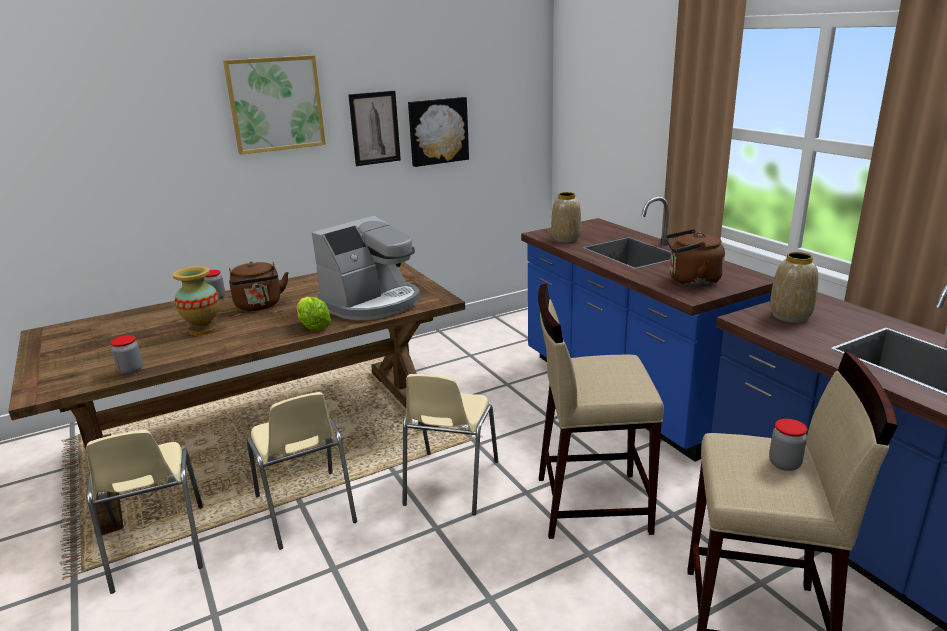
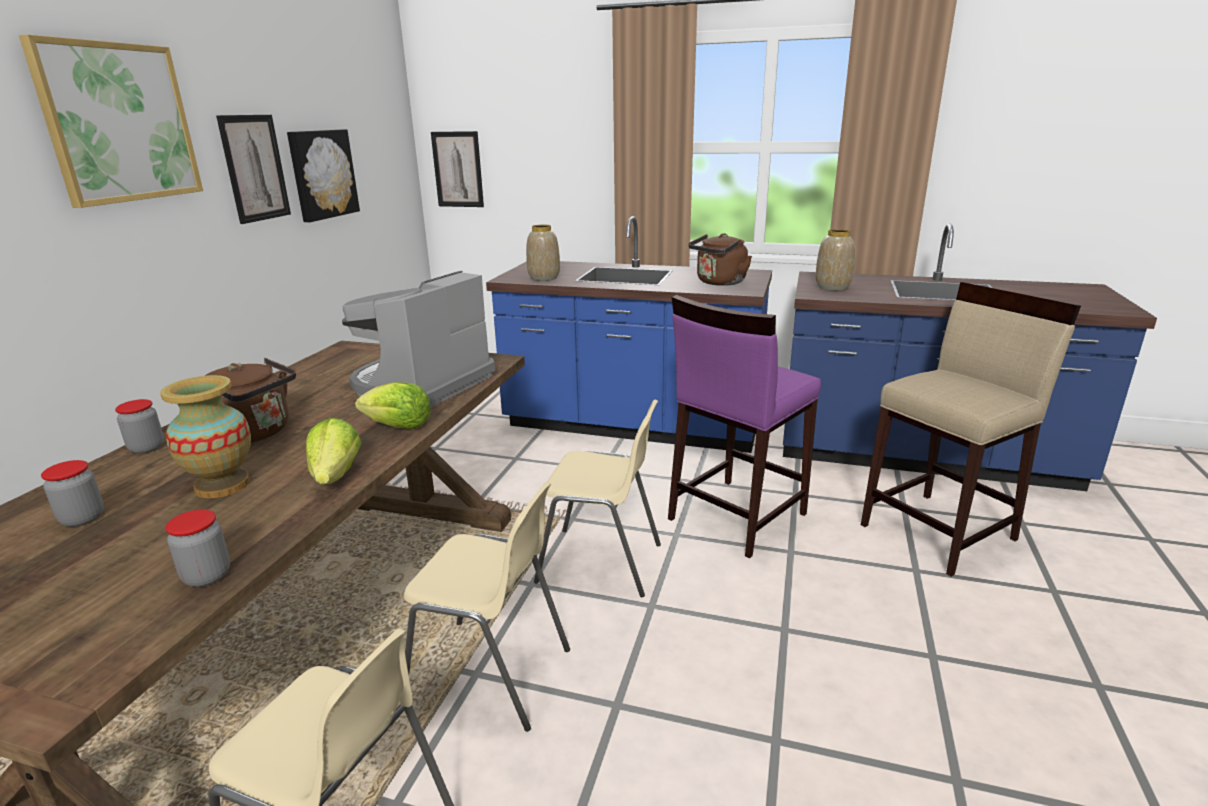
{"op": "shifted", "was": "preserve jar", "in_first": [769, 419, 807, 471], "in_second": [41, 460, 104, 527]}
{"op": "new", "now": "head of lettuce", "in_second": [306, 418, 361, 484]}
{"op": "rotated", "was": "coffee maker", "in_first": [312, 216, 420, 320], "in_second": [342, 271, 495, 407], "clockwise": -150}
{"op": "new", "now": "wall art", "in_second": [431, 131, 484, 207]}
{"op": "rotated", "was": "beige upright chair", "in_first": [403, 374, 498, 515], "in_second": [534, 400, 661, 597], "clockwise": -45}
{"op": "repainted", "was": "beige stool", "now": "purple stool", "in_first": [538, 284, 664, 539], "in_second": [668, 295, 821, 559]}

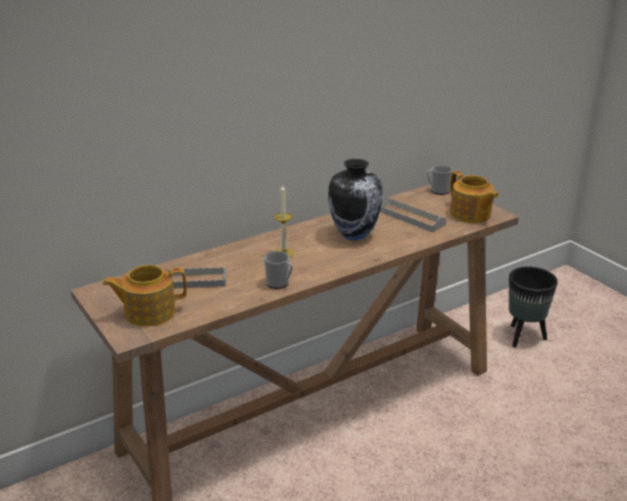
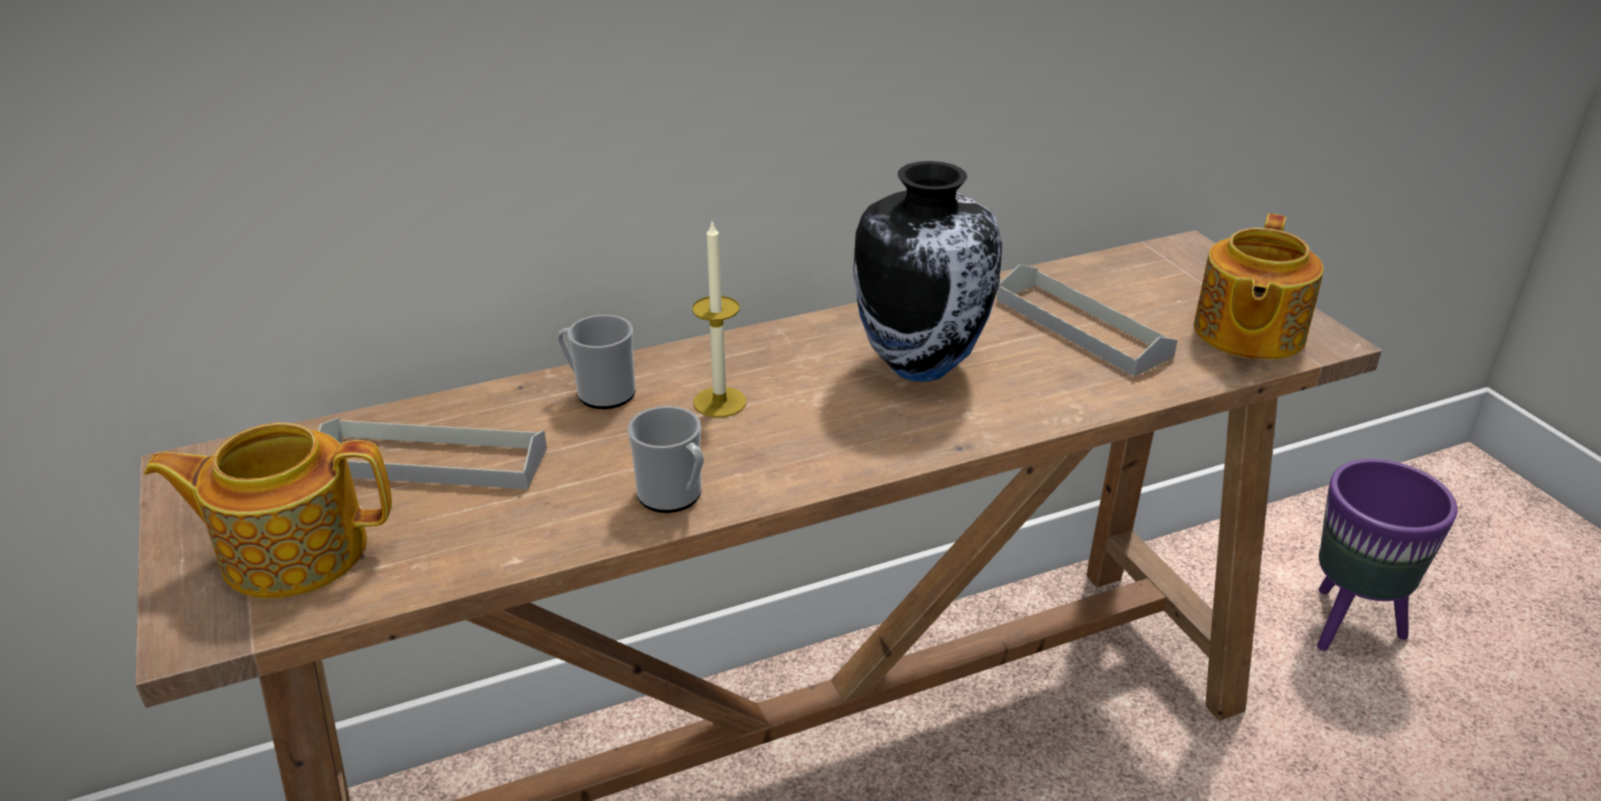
{"op": "shifted", "was": "coffee mug", "in_first": [427, 165, 453, 195], "in_second": [557, 315, 635, 409]}
{"op": "rotated", "was": "pot for tea", "in_first": [450, 171, 499, 223], "in_second": [1194, 214, 1324, 360], "clockwise": 45}
{"op": "repainted", "was": "blackish planter", "now": "purple planter", "in_first": [509, 267, 558, 347], "in_second": [1317, 459, 1458, 651]}

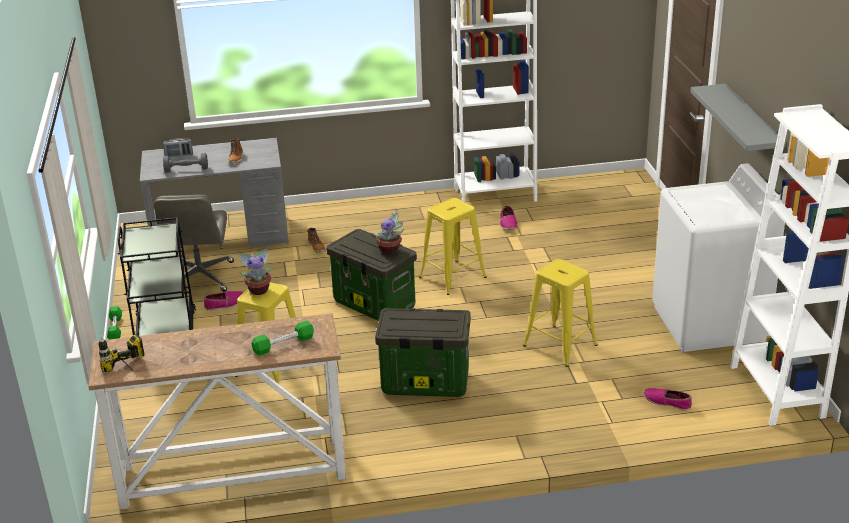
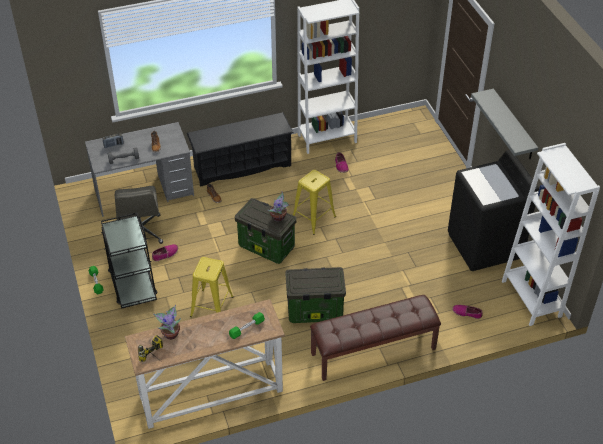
{"op": "shifted", "was": "plant in a pot", "in_first": [236, 246, 273, 295], "in_second": [154, 305, 181, 340]}
{"op": "new", "now": "blackish shoe shelf", "in_second": [187, 112, 293, 187]}
{"op": "new", "now": "brownish bench", "in_second": [310, 295, 441, 381]}
{"op": "repainted", "was": "white-coloured laundry machine", "now": "blackish laundry machine", "in_first": [652, 163, 785, 352], "in_second": [448, 150, 539, 271]}
{"op": "gone", "was": "yellow-coloured stool", "in_first": [523, 259, 598, 367]}

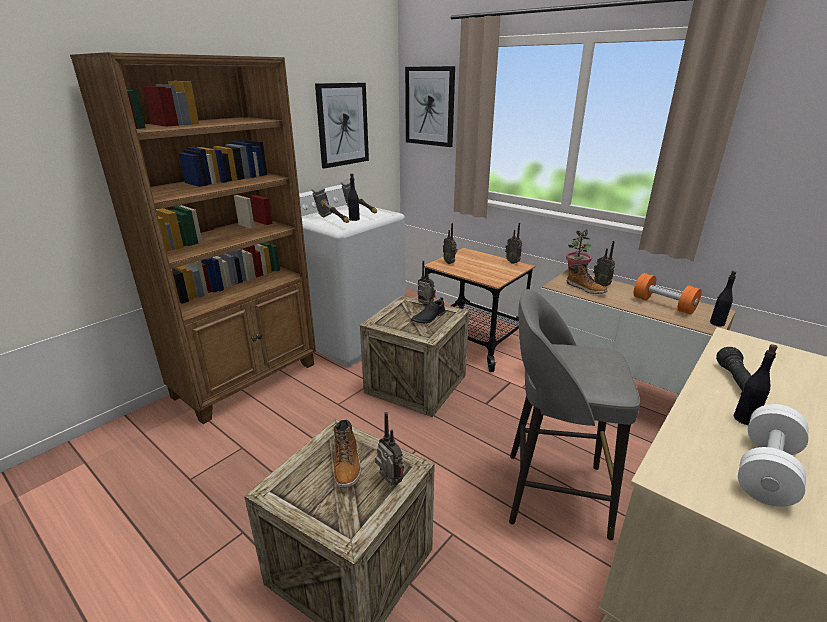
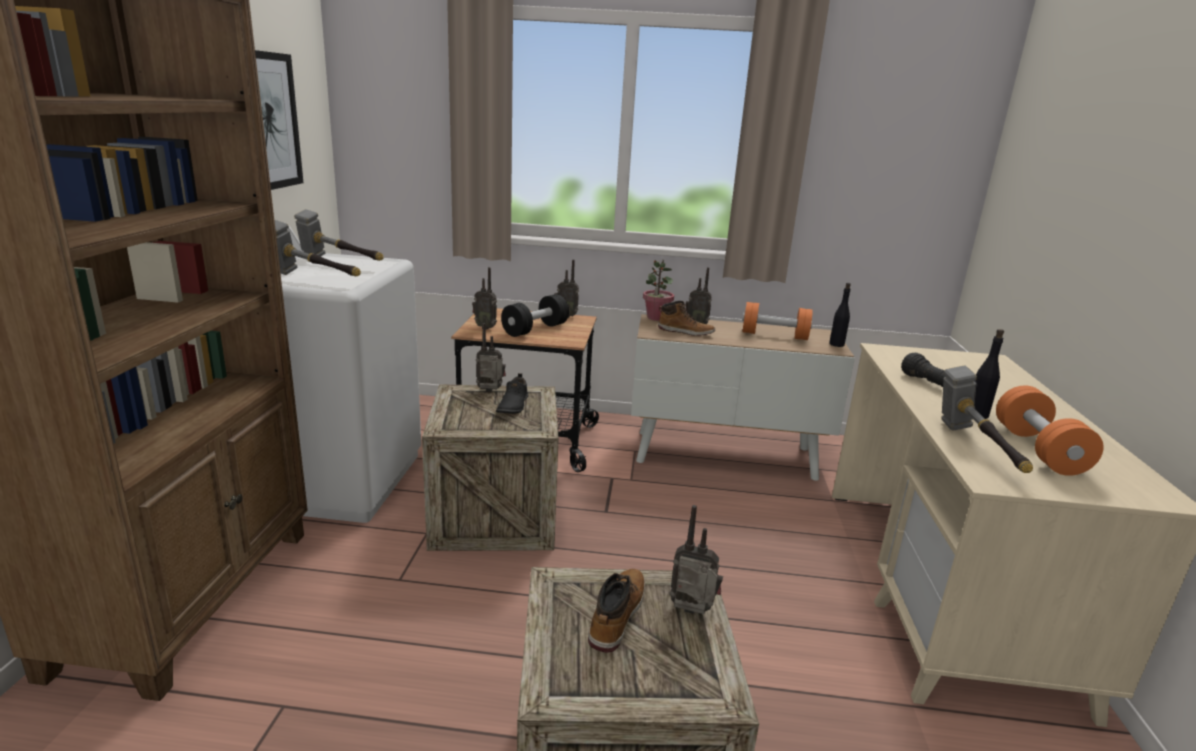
{"op": "new", "now": "blackish hand weight", "in_second": [501, 294, 569, 337]}
{"op": "rotated", "was": "boot", "in_first": [334, 419, 361, 488], "in_second": [588, 569, 645, 653], "clockwise": -120}
{"op": "new", "now": "tool hammer", "in_second": [941, 365, 1033, 473]}
{"op": "repainted", "was": "white-coloured hand weight", "now": "orangey hand weight", "in_first": [738, 404, 809, 507], "in_second": [996, 385, 1104, 476]}
{"op": "gone", "was": "blackish beverage bottle", "in_first": [348, 174, 360, 221]}
{"op": "gone", "was": "wall art", "in_first": [405, 66, 455, 147]}
{"op": "gone", "was": "gray stool", "in_first": [509, 289, 640, 540]}

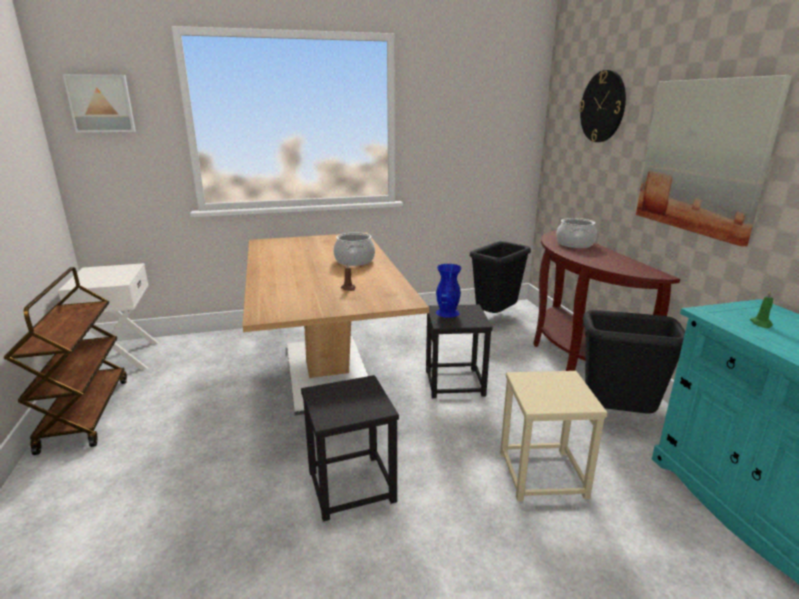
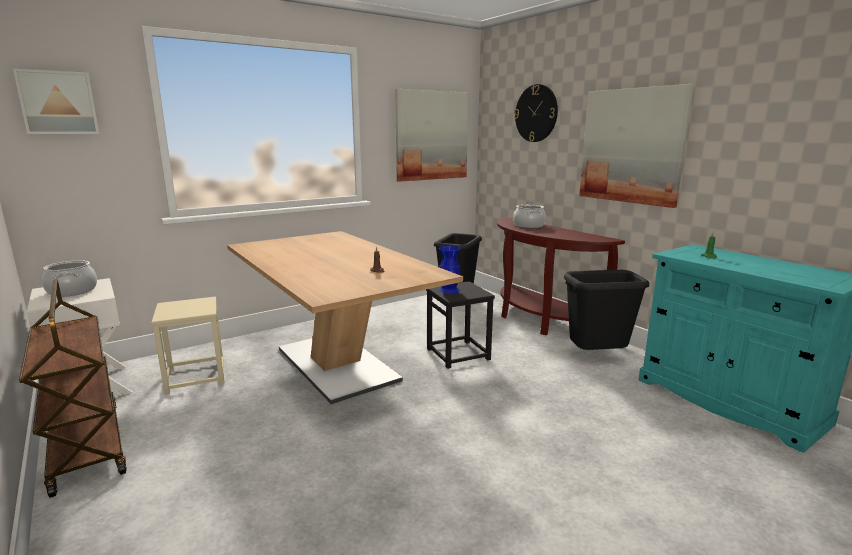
{"op": "shifted", "was": "cooking pot", "in_first": [334, 233, 375, 266], "in_second": [42, 260, 97, 297]}
{"op": "shifted", "was": "beige stool", "in_first": [500, 371, 608, 501], "in_second": [151, 297, 225, 395]}
{"op": "new", "now": "wall art", "in_second": [395, 89, 468, 182]}
{"op": "gone", "was": "blackish stool", "in_first": [301, 375, 399, 522]}

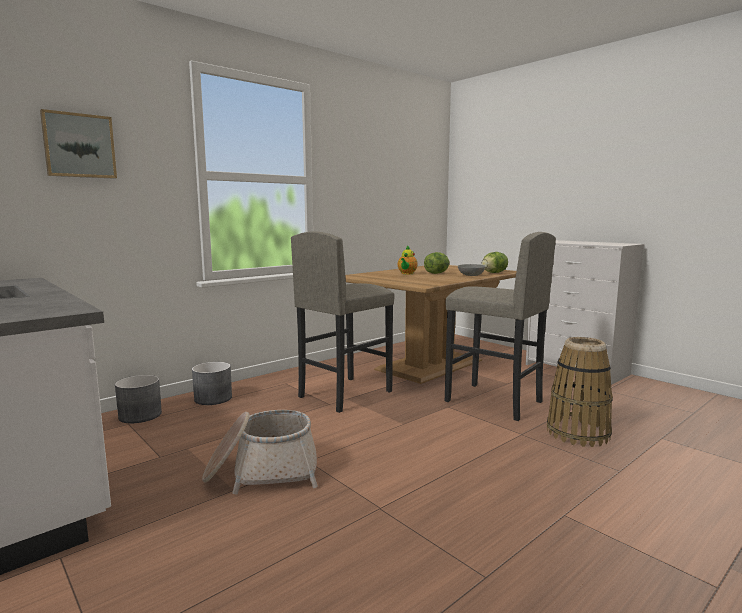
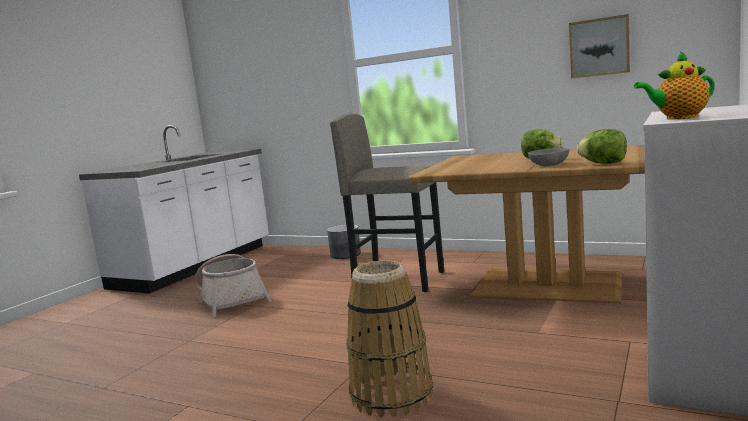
{"op": "shifted", "was": "wall art", "in_first": [40, 109, 117, 179], "in_second": [569, 14, 630, 78]}
{"op": "shifted", "was": "pot for tea", "in_first": [398, 245, 418, 274], "in_second": [634, 51, 714, 120]}
{"op": "gone", "was": "gray planter", "in_first": [115, 375, 162, 423]}
{"op": "gone", "was": "gray stool", "in_first": [445, 232, 556, 421]}

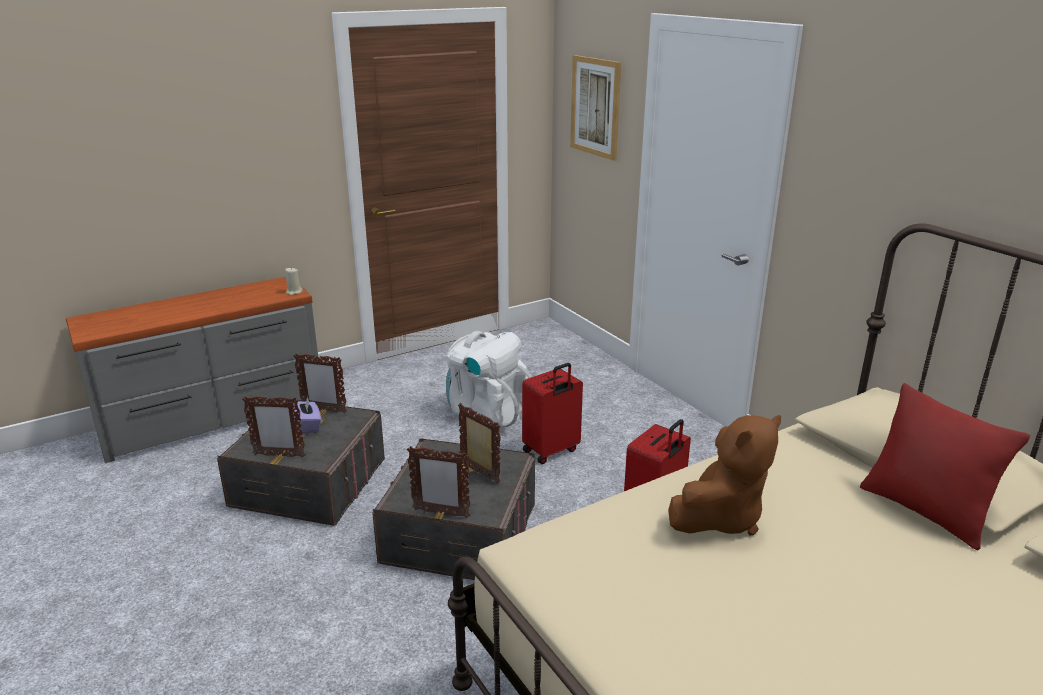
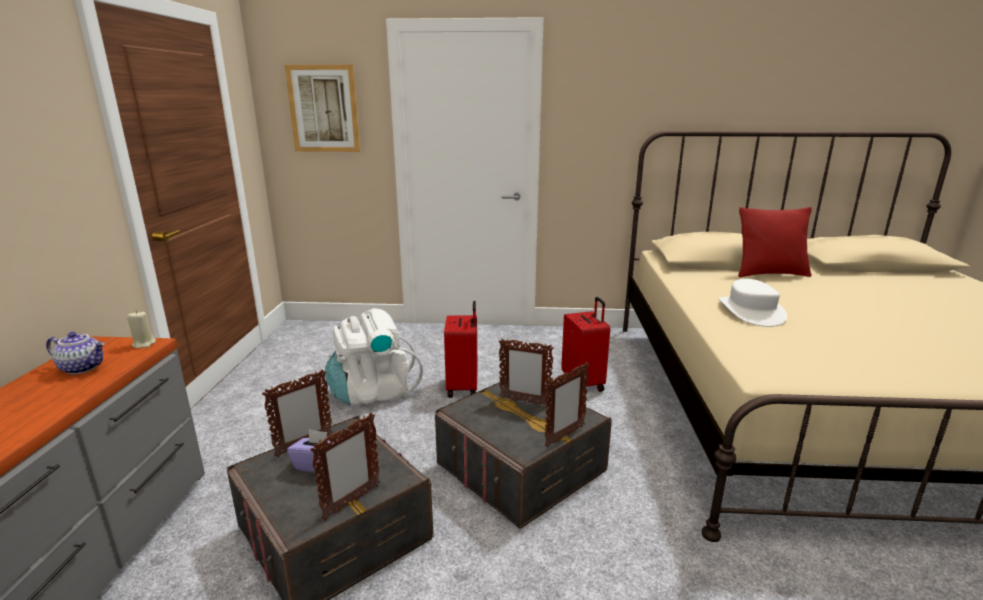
{"op": "new", "now": "pot for tea", "in_second": [46, 332, 105, 374]}
{"op": "rotated", "was": "standing frame", "in_first": [458, 403, 501, 483], "in_second": [499, 338, 554, 405], "clockwise": -150}
{"op": "swapped", "was": "brownish soft toy", "now": "white-coloured clothing hat", "in_first": [668, 415, 781, 535], "in_second": [719, 279, 787, 327]}

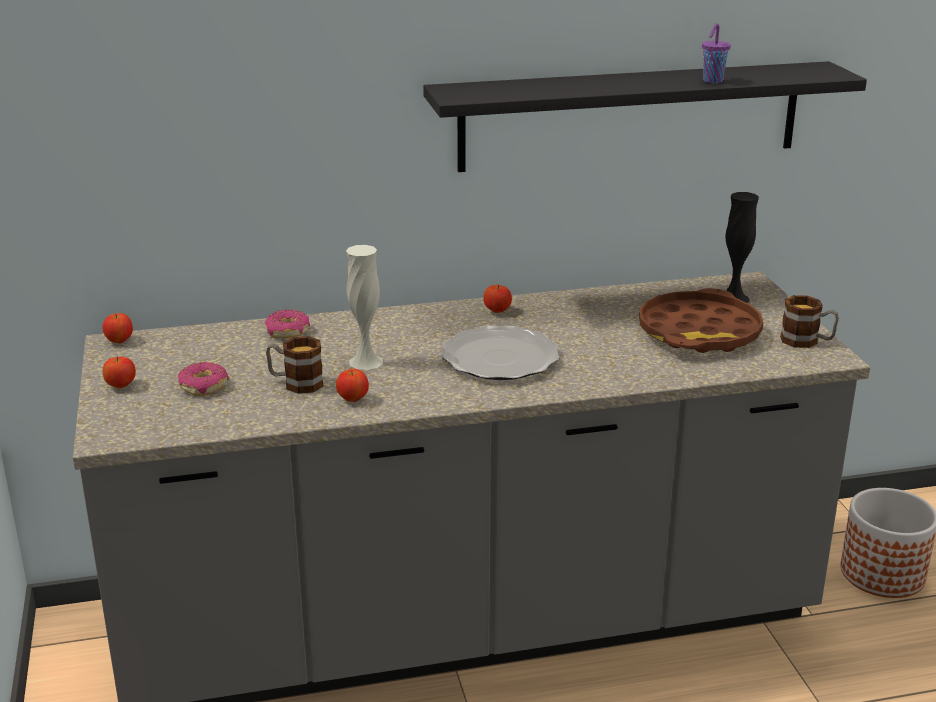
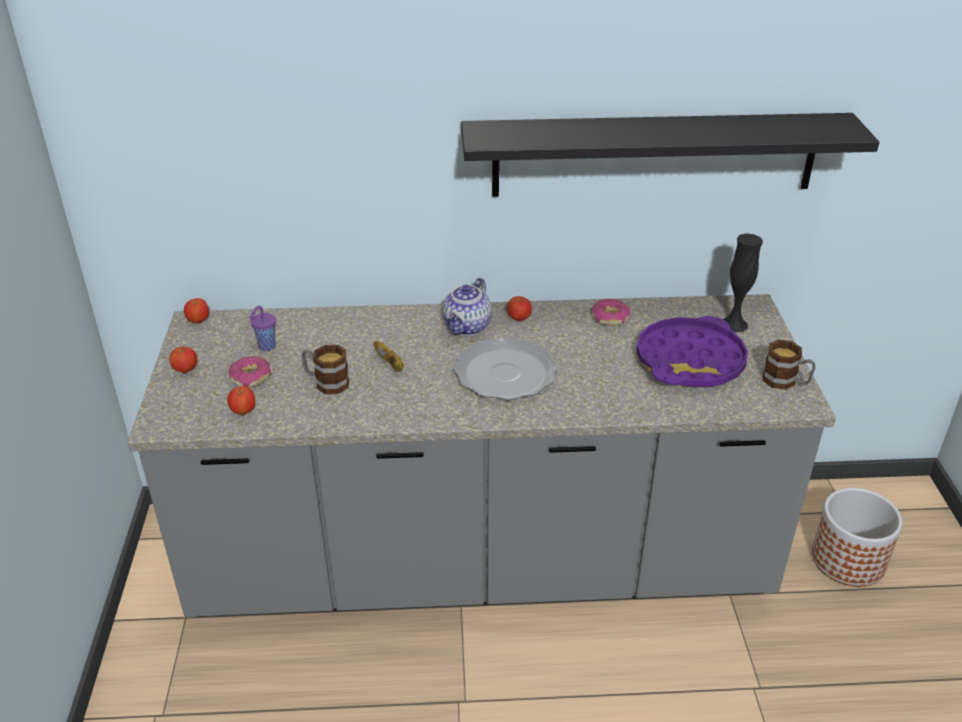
{"op": "shifted", "was": "apple", "in_first": [336, 369, 369, 402], "in_second": [227, 386, 256, 415]}
{"op": "shifted", "was": "purple cup", "in_first": [702, 23, 731, 83], "in_second": [249, 306, 276, 351]}
{"op": "swapped", "was": "white-coloured vase", "now": "banana fruit", "in_first": [346, 245, 383, 370], "in_second": [373, 341, 404, 371]}
{"op": "new", "now": "pot for tea", "in_second": [442, 278, 492, 336]}
{"op": "shifted", "was": "ring doughnut", "in_first": [265, 310, 310, 338], "in_second": [592, 299, 630, 326]}
{"op": "repainted", "was": "brownish carrying tray", "now": "purple carrying tray", "in_first": [639, 288, 763, 353], "in_second": [636, 316, 748, 387]}

